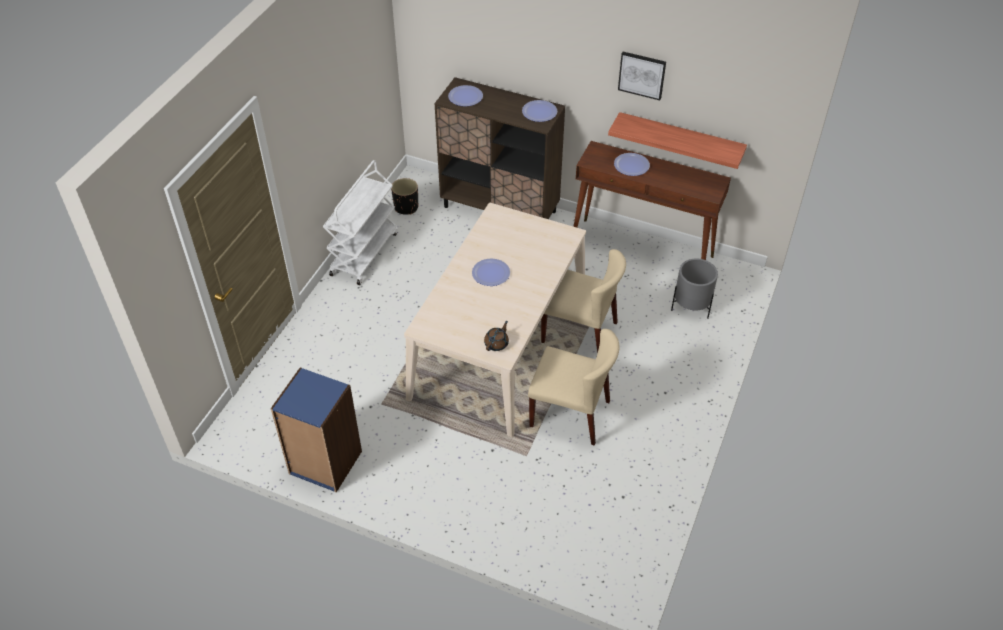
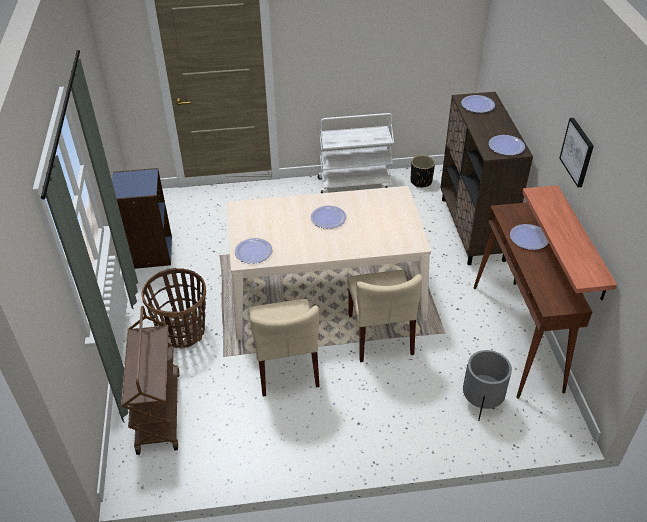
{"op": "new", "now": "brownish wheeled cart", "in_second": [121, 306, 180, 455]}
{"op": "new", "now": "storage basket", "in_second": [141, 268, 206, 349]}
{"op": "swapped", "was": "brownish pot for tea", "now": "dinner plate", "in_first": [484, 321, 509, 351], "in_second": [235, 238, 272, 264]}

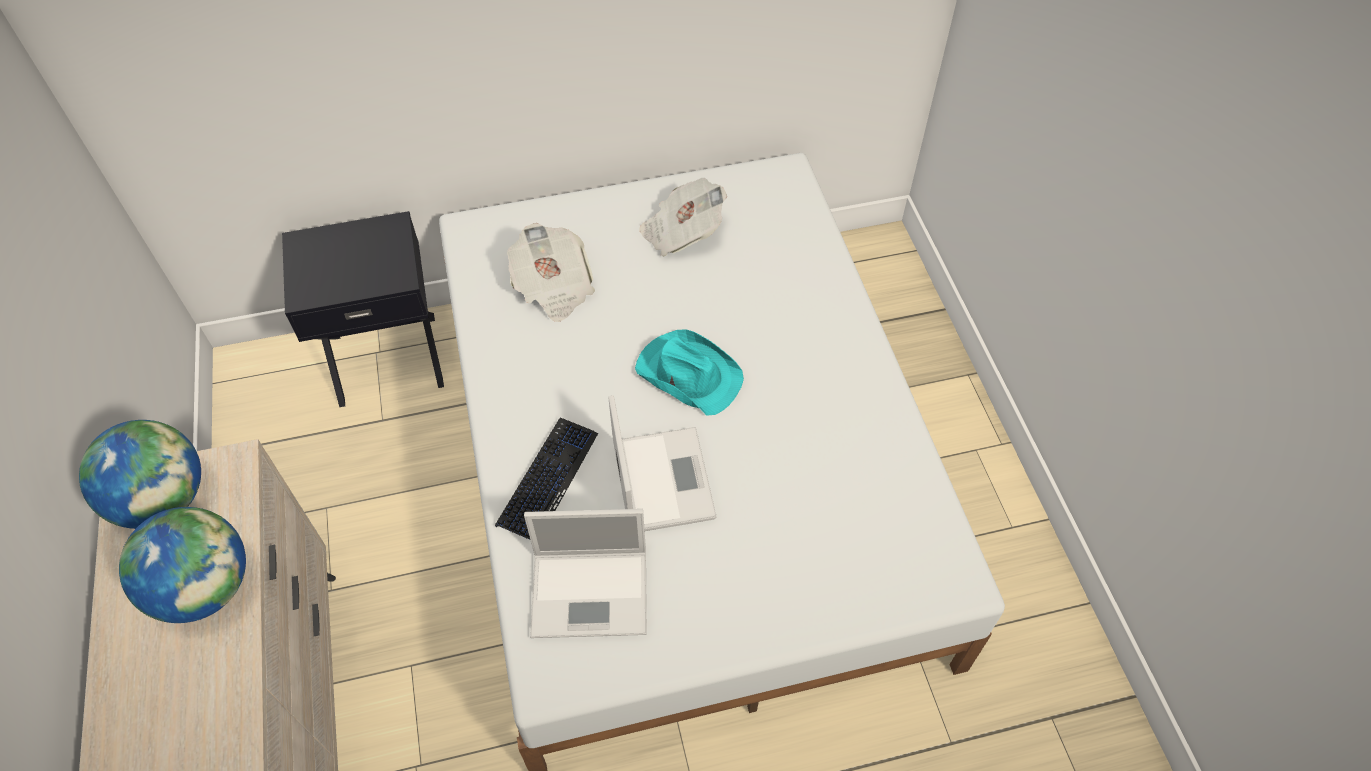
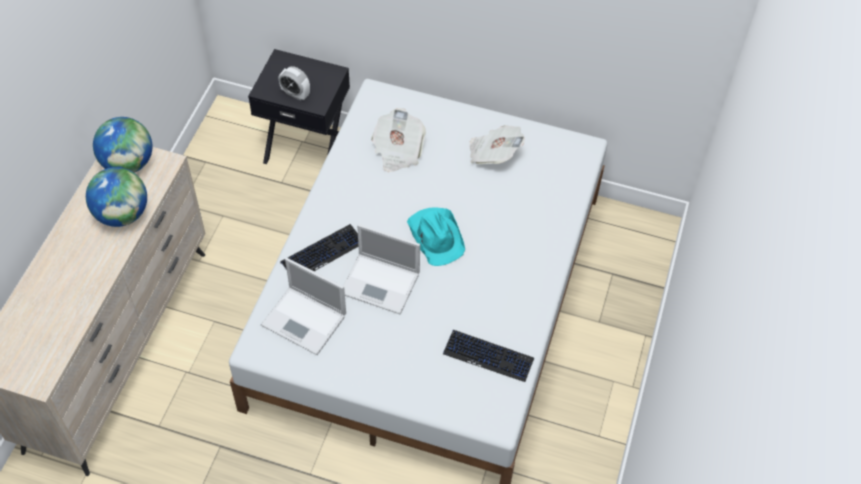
{"op": "new", "now": "bedside clock", "in_second": [279, 66, 310, 101]}
{"op": "rotated", "was": "laptop", "in_first": [608, 395, 717, 531], "in_second": [343, 224, 420, 314], "clockwise": 90}
{"op": "new", "now": "PC keyboard", "in_second": [443, 330, 534, 382]}

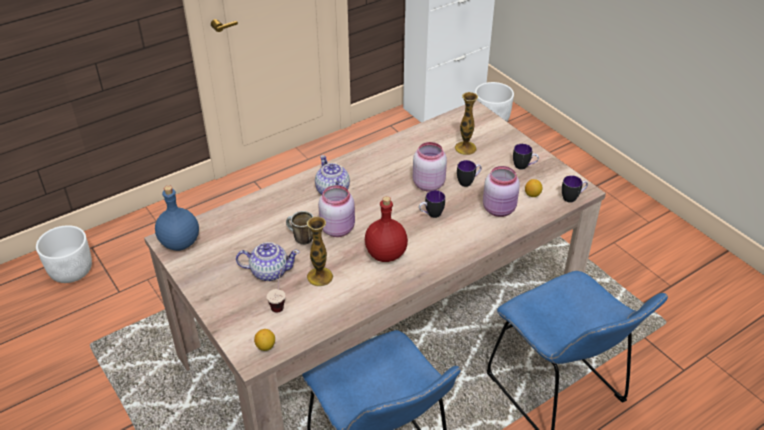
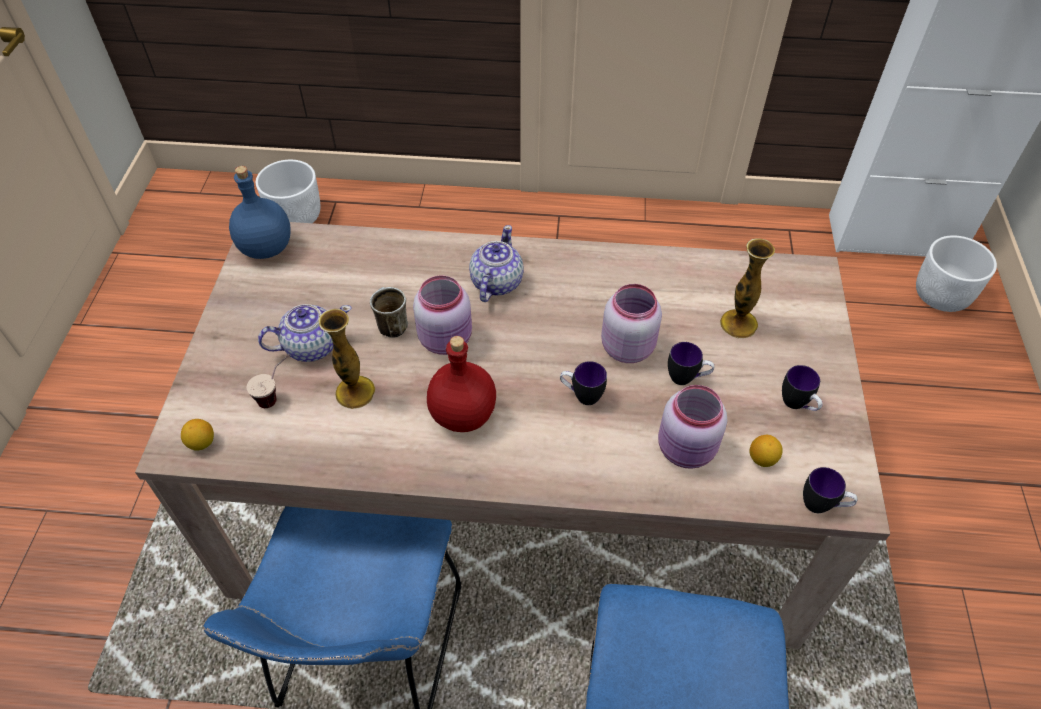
{"op": "rotated", "was": "pot for tea", "in_first": [236, 242, 300, 281], "in_second": [258, 304, 352, 362], "clockwise": -60}

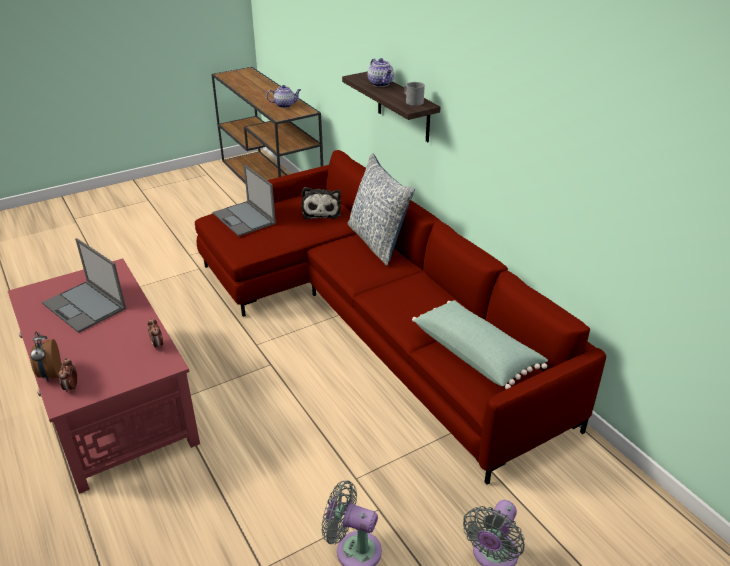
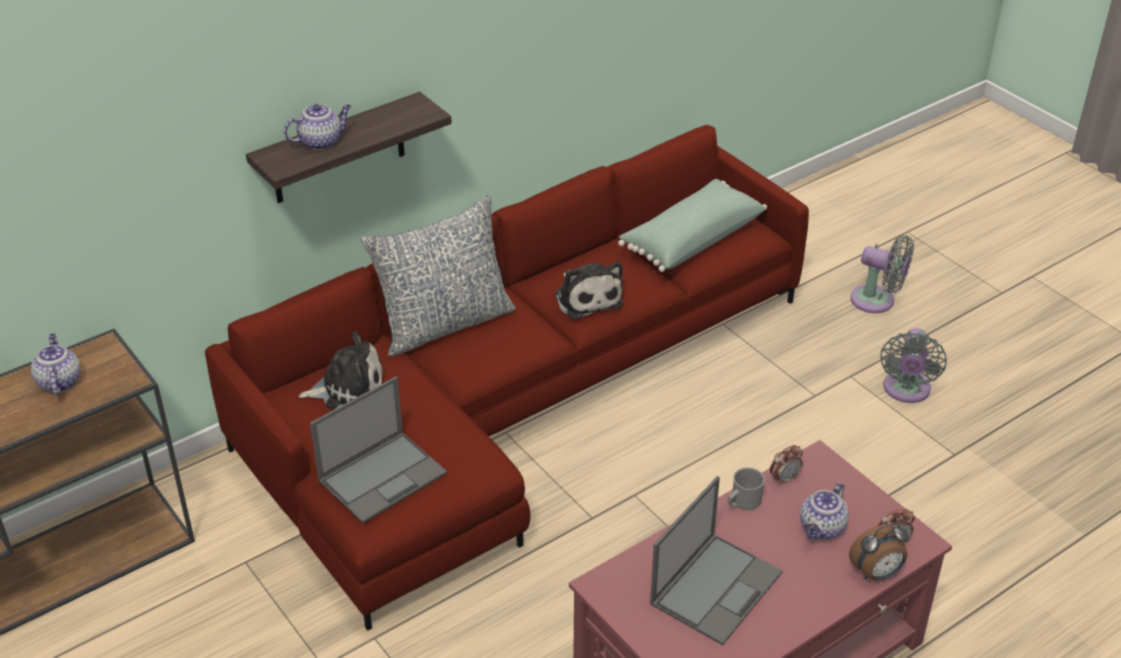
{"op": "new", "now": "soft toy", "in_second": [555, 262, 623, 320]}
{"op": "shifted", "was": "gray coffee mug", "in_first": [404, 82, 425, 106], "in_second": [728, 467, 765, 510]}
{"op": "new", "now": "pot for tea", "in_second": [800, 482, 849, 539]}

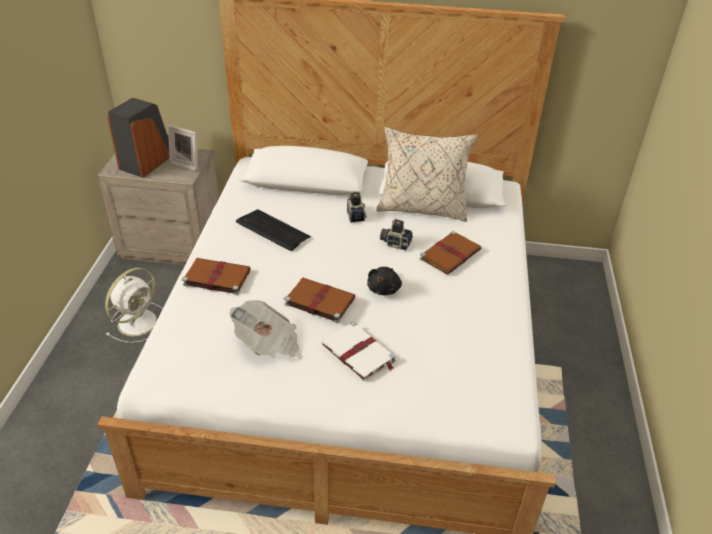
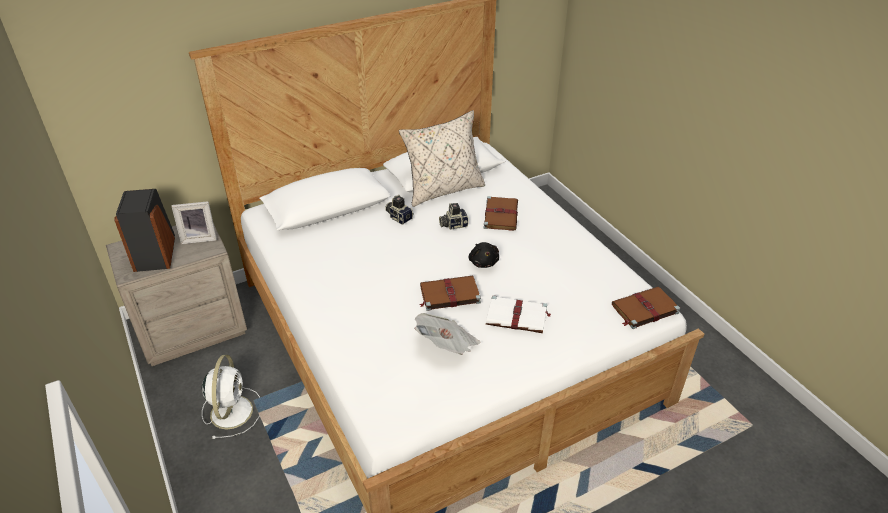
{"op": "shifted", "was": "brownish bound book", "in_first": [182, 258, 250, 295], "in_second": [612, 287, 680, 329]}
{"op": "gone", "was": "PC keyboard", "in_first": [236, 209, 311, 251]}

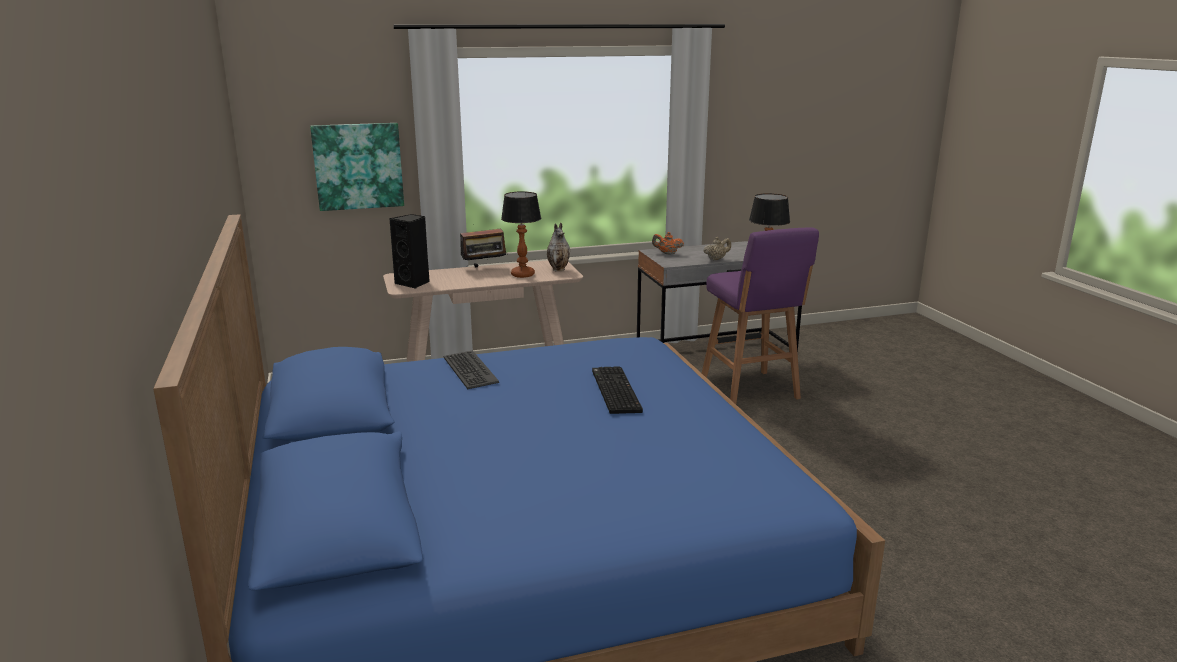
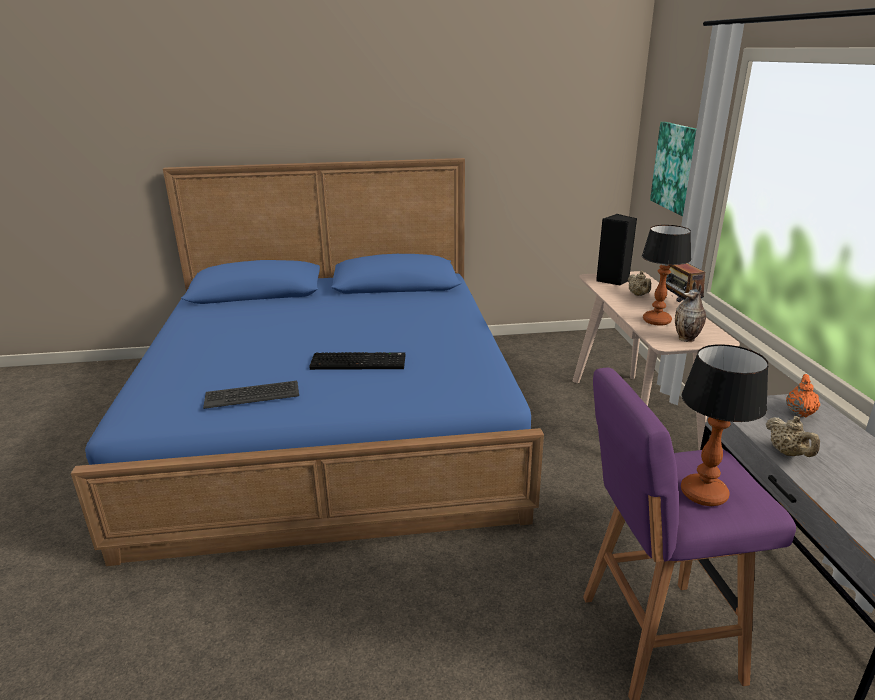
{"op": "shifted", "was": "PC keyboard", "in_first": [444, 350, 499, 389], "in_second": [203, 381, 299, 409]}
{"op": "new", "now": "beige pot for tea", "in_second": [628, 271, 651, 296]}

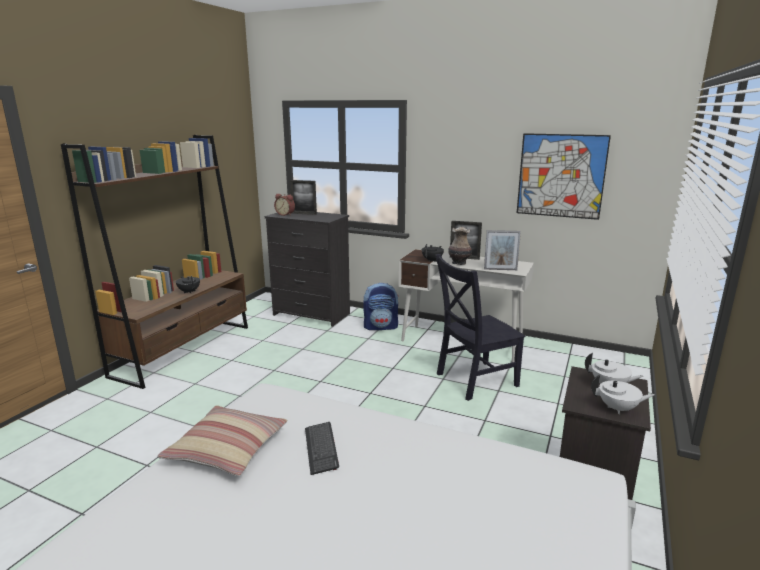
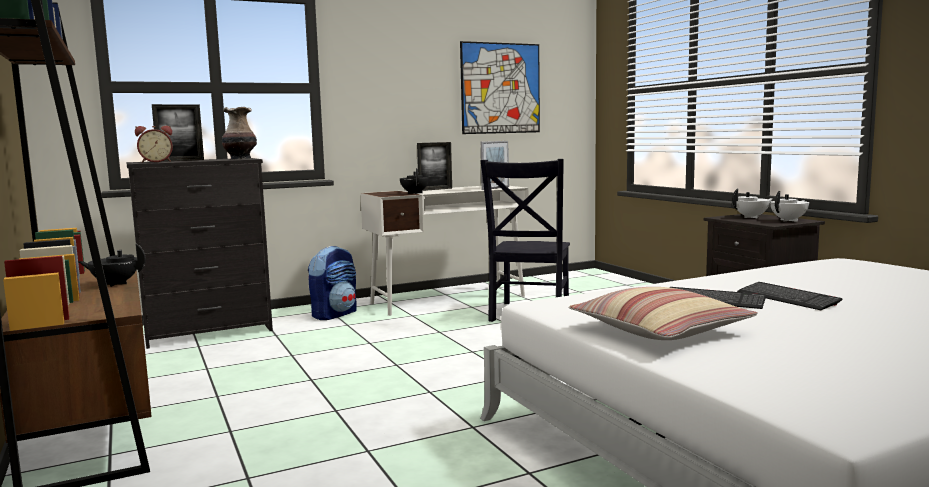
{"op": "shifted", "was": "vase", "in_first": [448, 227, 472, 265], "in_second": [222, 107, 257, 159]}
{"op": "new", "now": "PC keyboard", "in_second": [737, 282, 842, 310]}

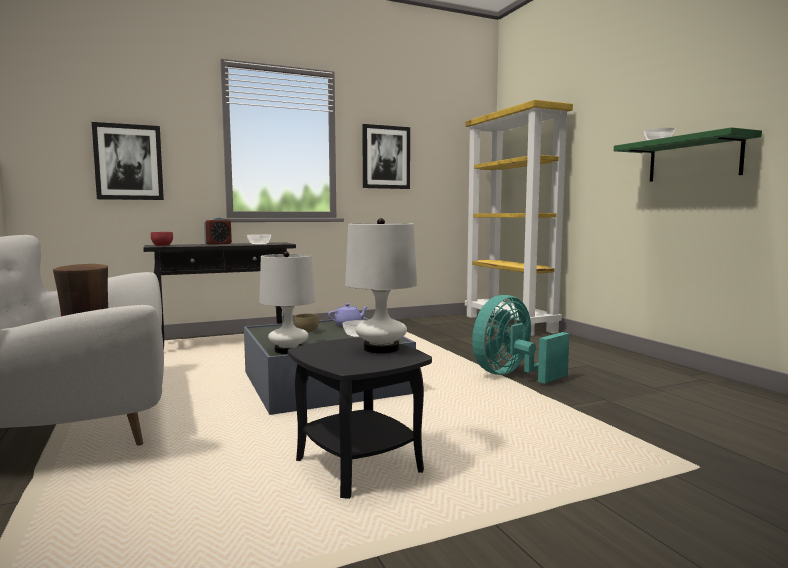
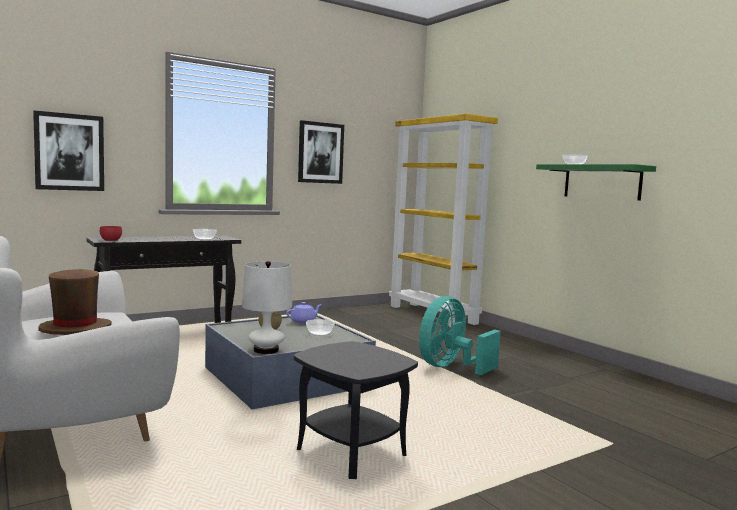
{"op": "gone", "was": "bedside clock", "in_first": [204, 217, 232, 245]}
{"op": "gone", "was": "white-coloured lamp for a table", "in_first": [345, 218, 417, 353]}

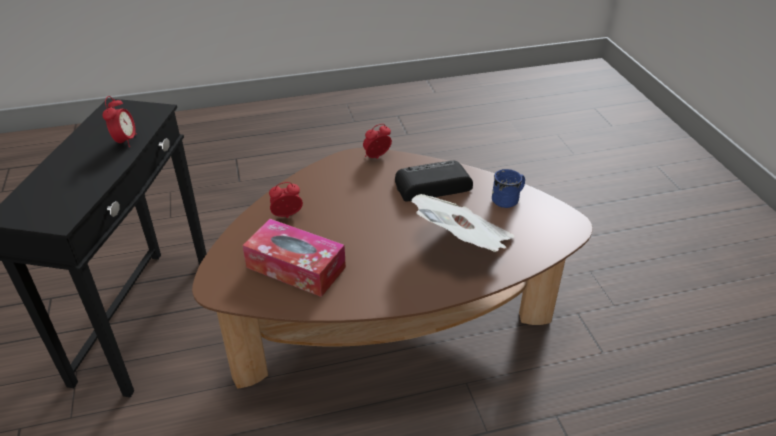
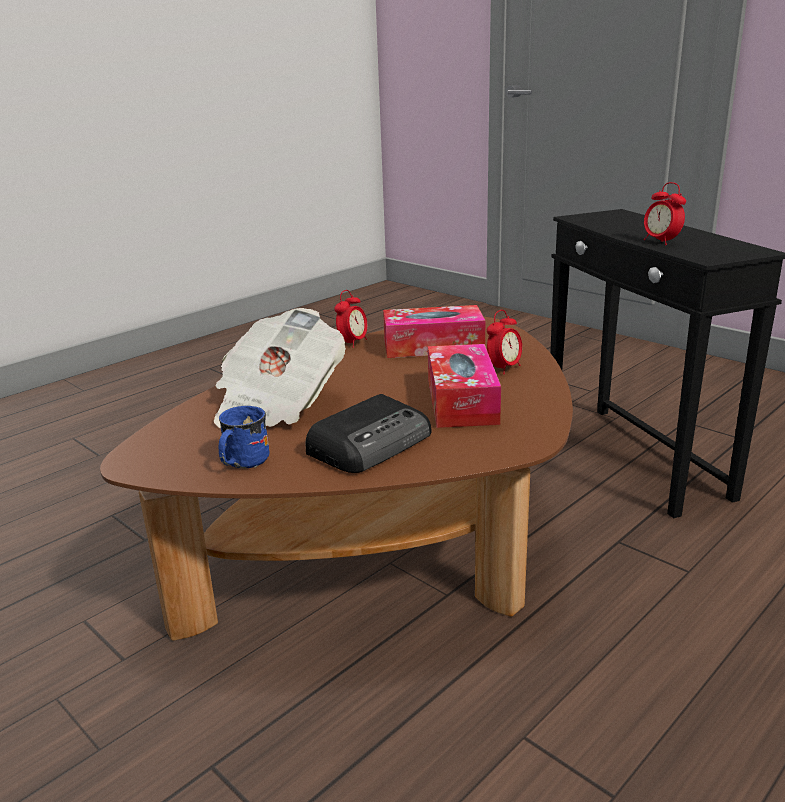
{"op": "shifted", "was": "bedside clock", "in_first": [363, 124, 392, 159], "in_second": [335, 290, 367, 348]}
{"op": "new", "now": "box of tissues", "in_second": [428, 344, 501, 428]}

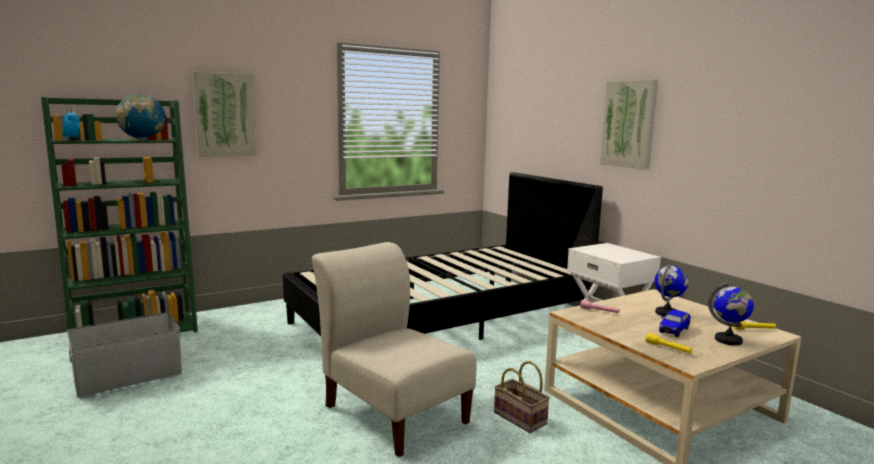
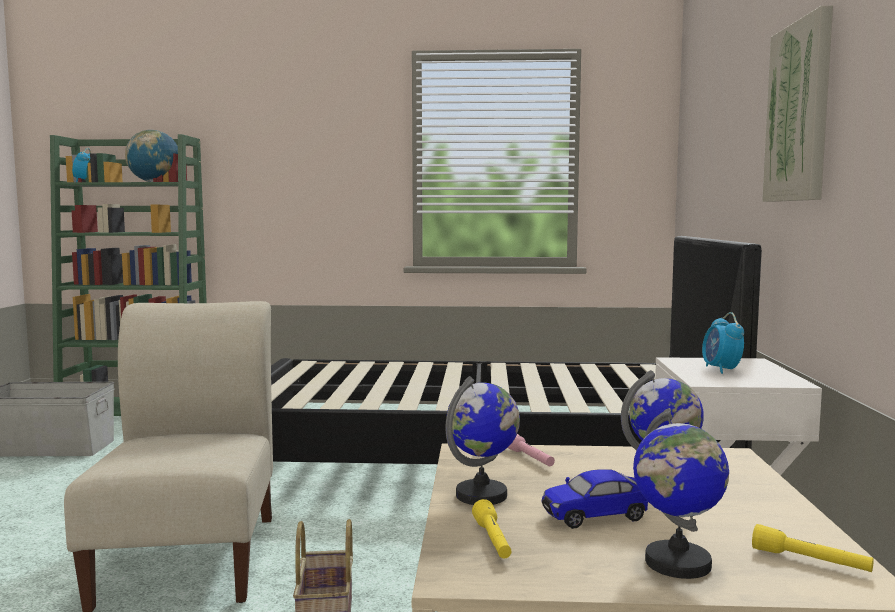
{"op": "new", "now": "globe", "in_second": [446, 376, 520, 505]}
{"op": "new", "now": "bedside clock", "in_second": [702, 312, 744, 374]}
{"op": "gone", "was": "wall art", "in_first": [192, 71, 256, 157]}

